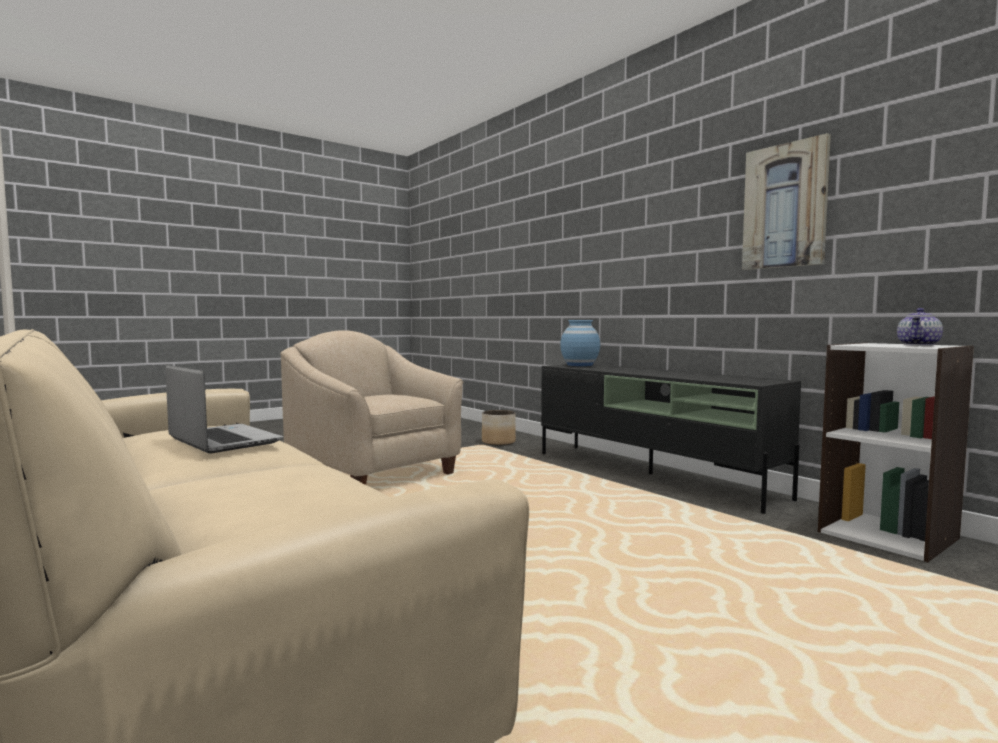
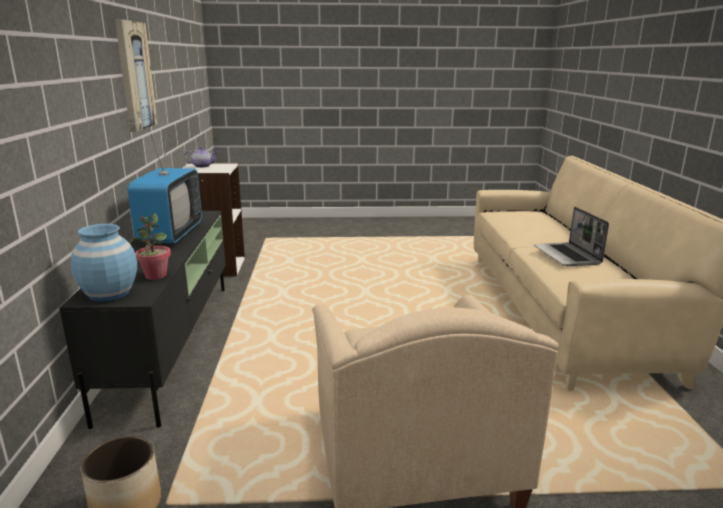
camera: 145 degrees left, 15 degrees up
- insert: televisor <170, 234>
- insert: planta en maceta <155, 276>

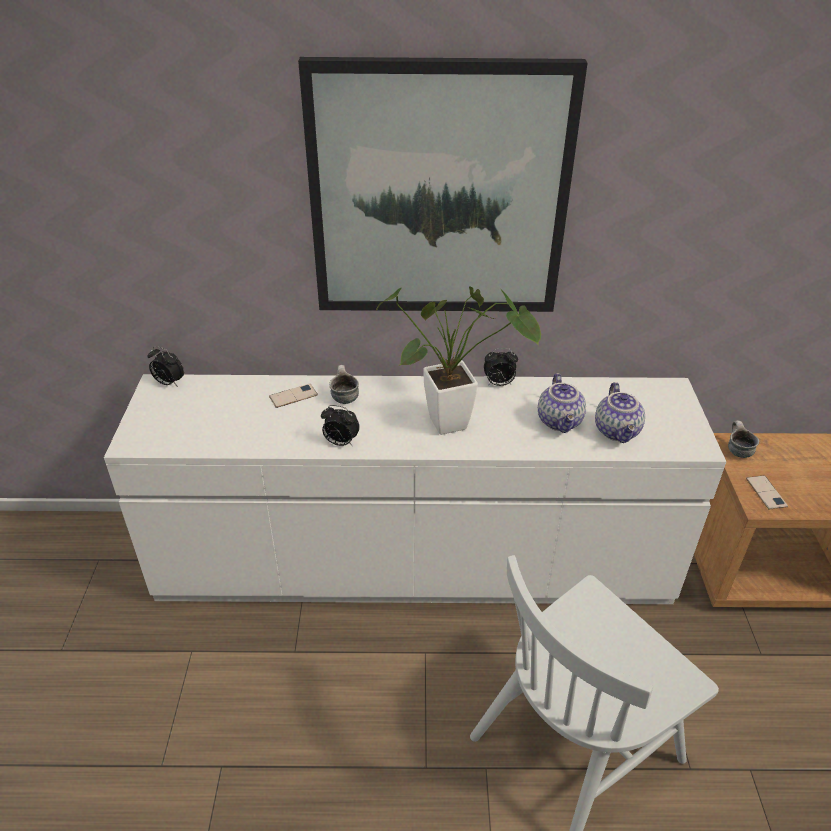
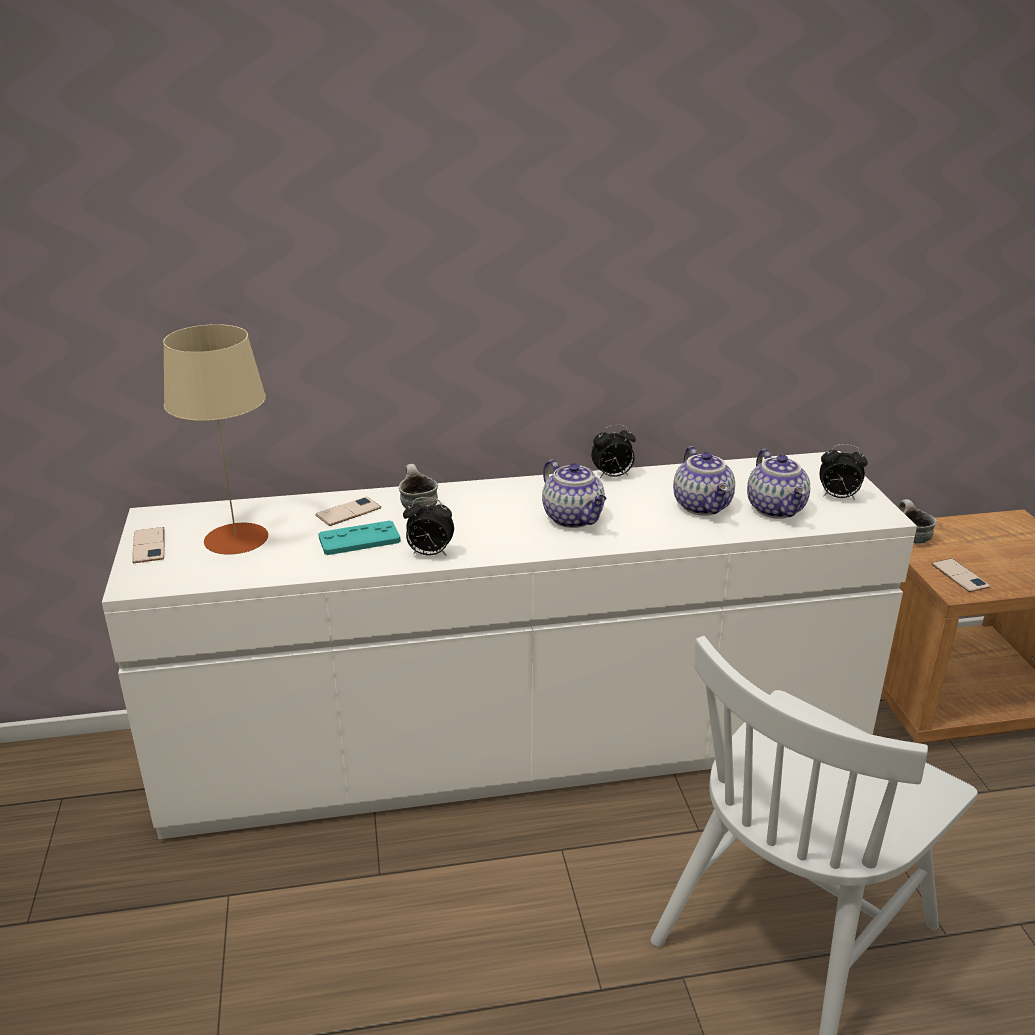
camera: 10 degrees left, 10 degrees down
- delete: cuadro <439, 194>
- insert: móvil <149, 546>
- insert: lámpara de mesa [beis] <236, 538>
- insert: mando de consola [turquesa] <359, 539>
- move: despertador <169, 383> to <838, 497>
- replace: planta en maceta <457, 422> to tetera <574, 519>

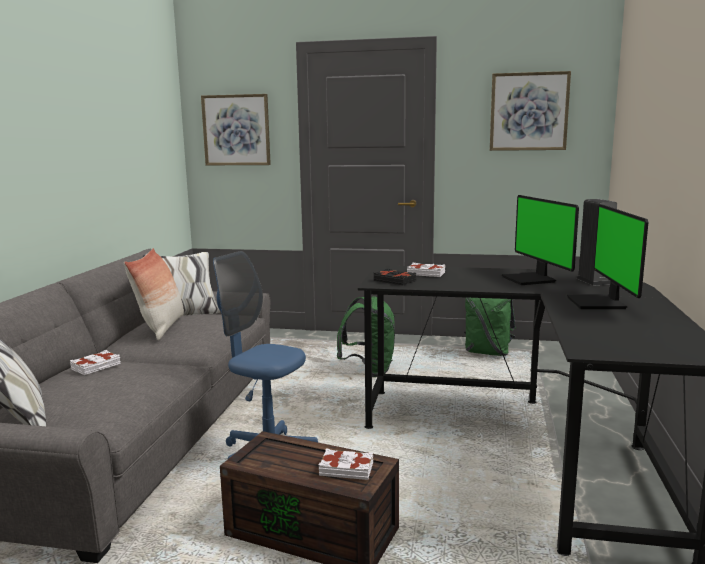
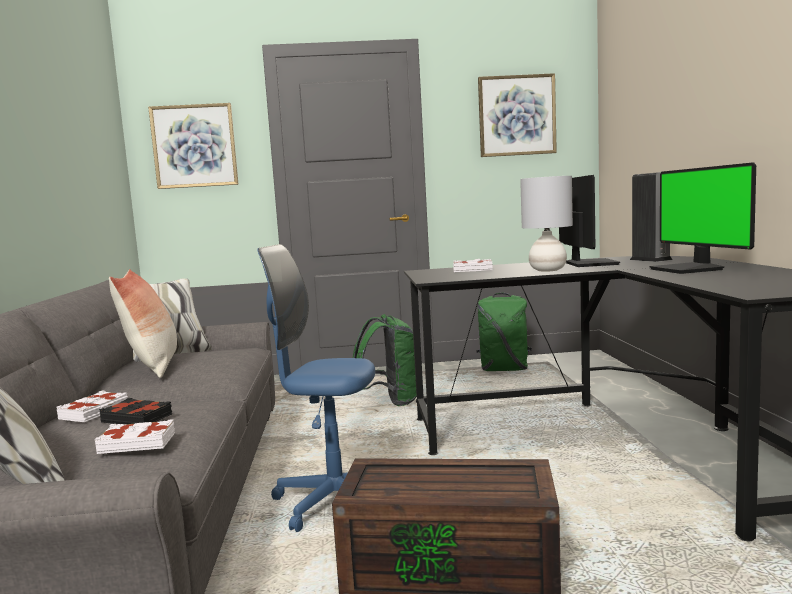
camera: 15 degrees left, 5 degrees down
- insert: lámpara de mesa [gris] <548, 270>
- move: libro [blanco] <346, 469> to <137, 443>
- move: libro [negro] <395, 281> to <137, 418>
- rotate: monitor <531, 279> = <588, 264> 150 degrees counterclockwise

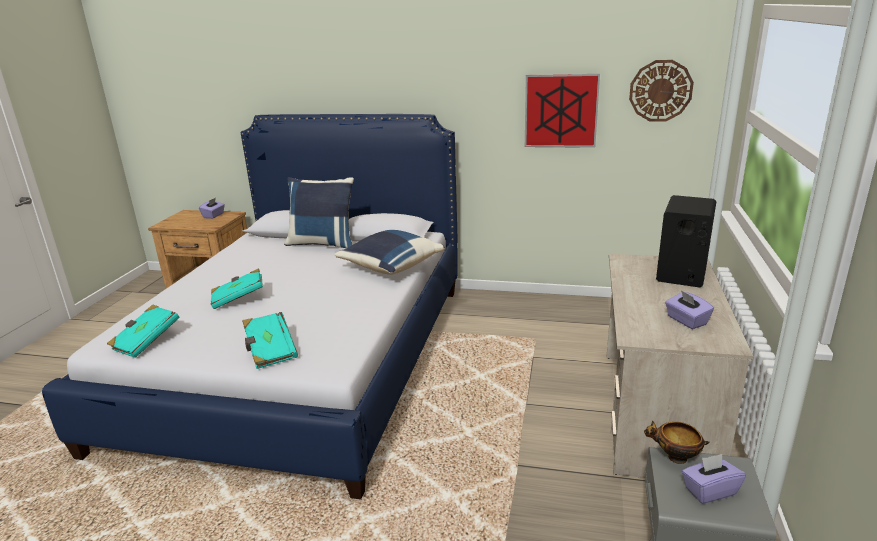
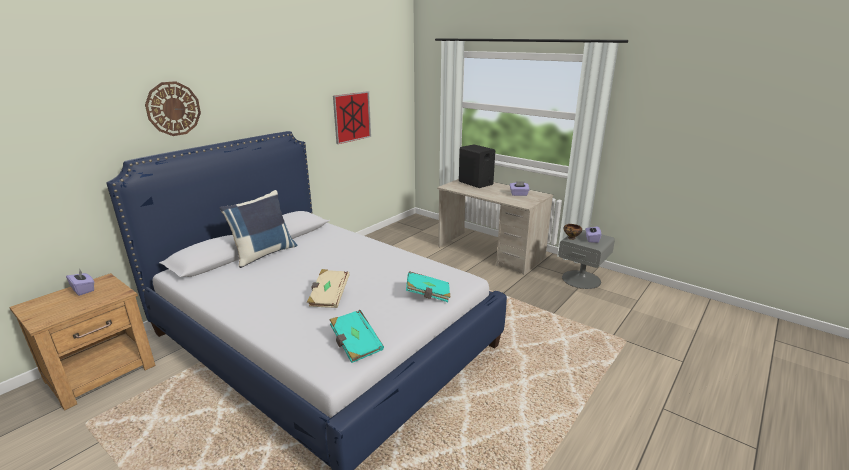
camera: 65 degrees left, 0 degrees up
- delete: cojín [azul] <390, 267>
- move: reloj de pared <660, 91> to <173, 108>
- recolor: libro [turquesa] <238, 298> to libro [beis] <328, 297>

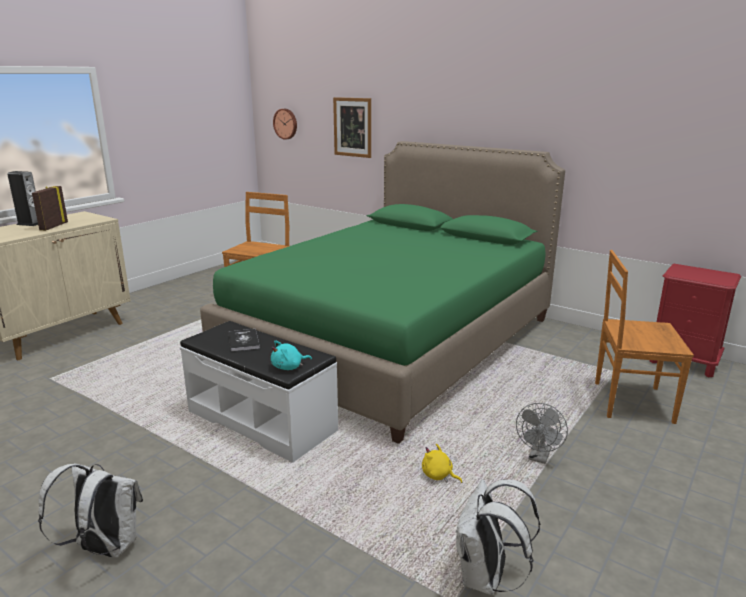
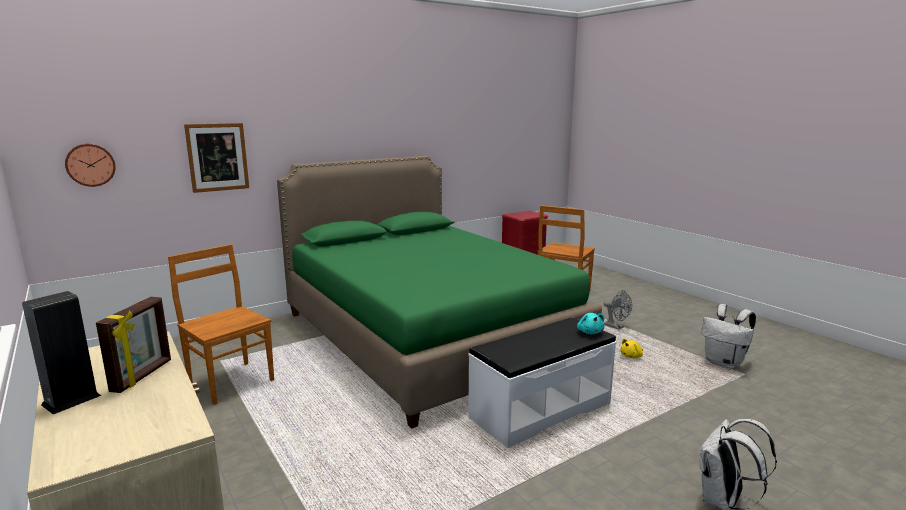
camera: 70 degrees left, 5 degrees down
- delete: libro <243, 341>
- rotate: portarretratos <53, 226> = <143, 376> 105 degrees counterclockwise

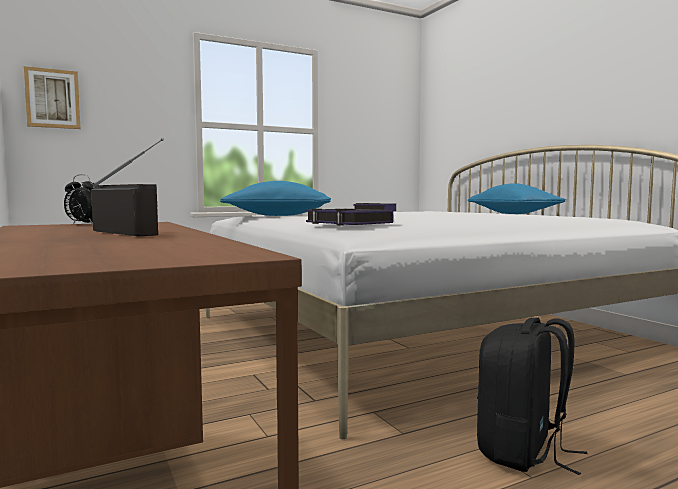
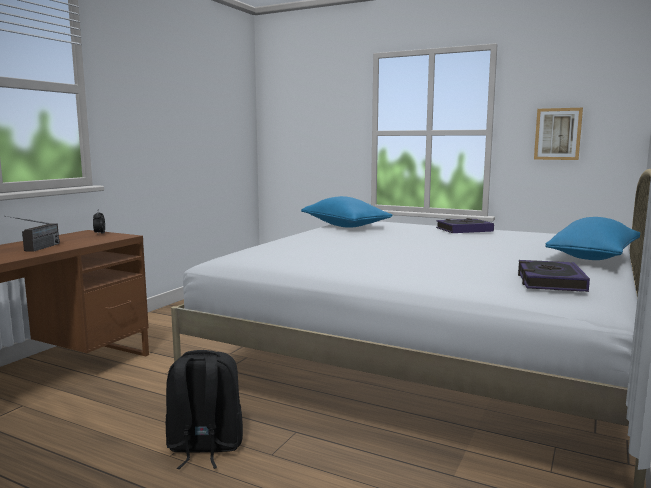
camera: 55 degrees right, 5 degrees up
- move: cuadro <53, 99> to <558, 134>
- move: libro <348, 223> to <550, 281>

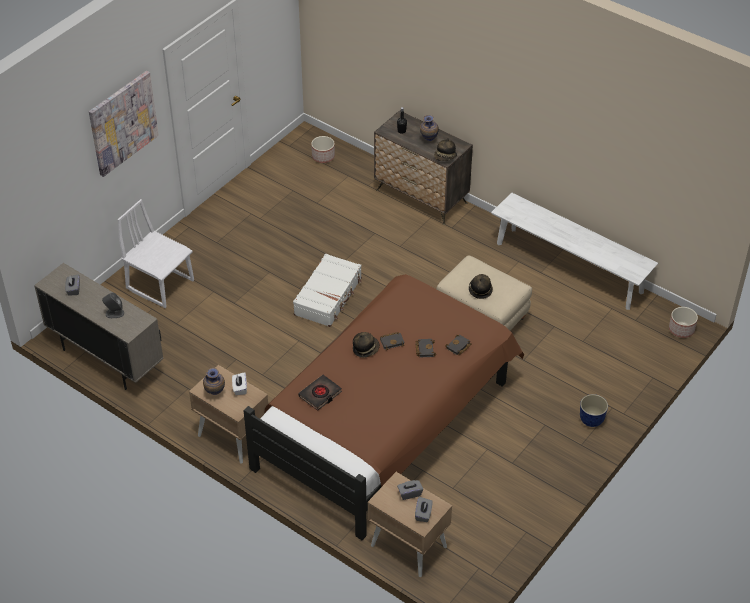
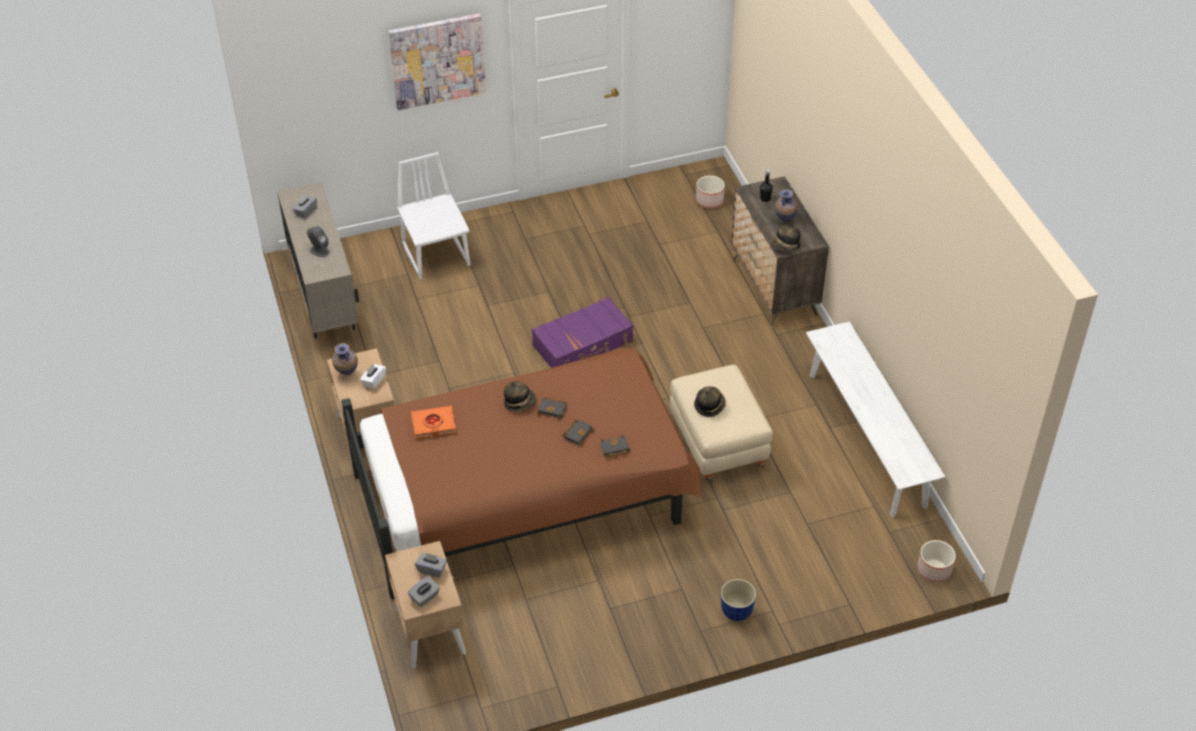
camera: 35 degrees right, 0 degrees up
- recolor: maleta [blanco] <328, 296> to maleta [morado] <583, 344>
- recolor: libro [negro] <320, 394> to libro [naranja] <433, 424>

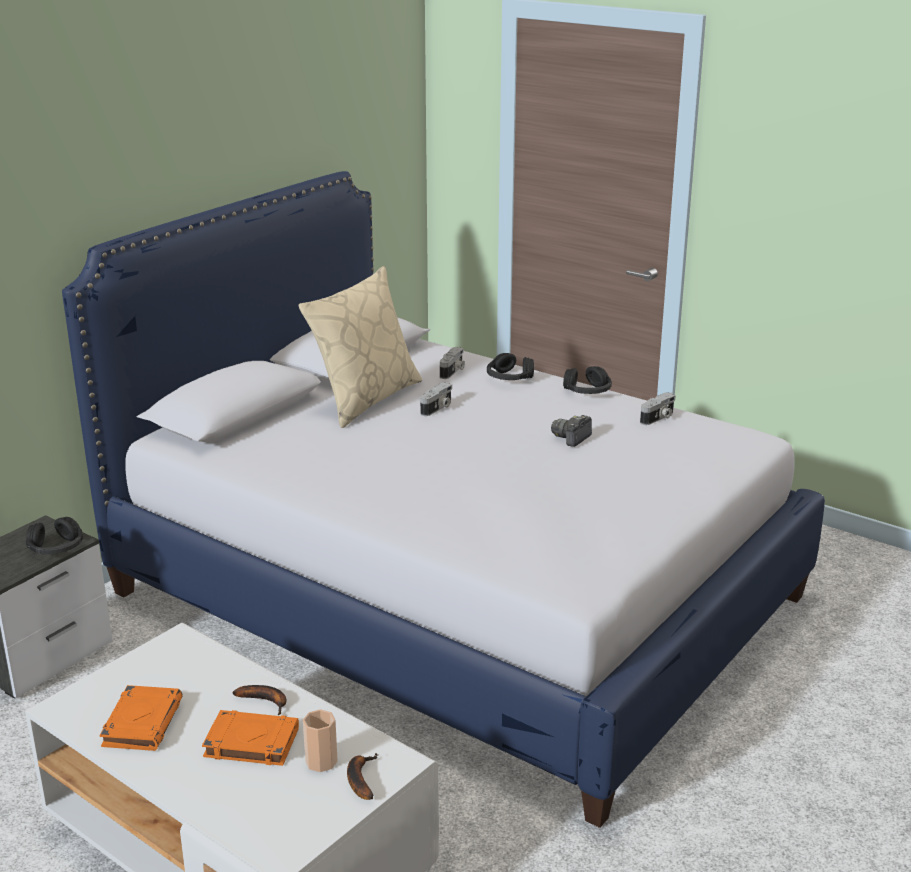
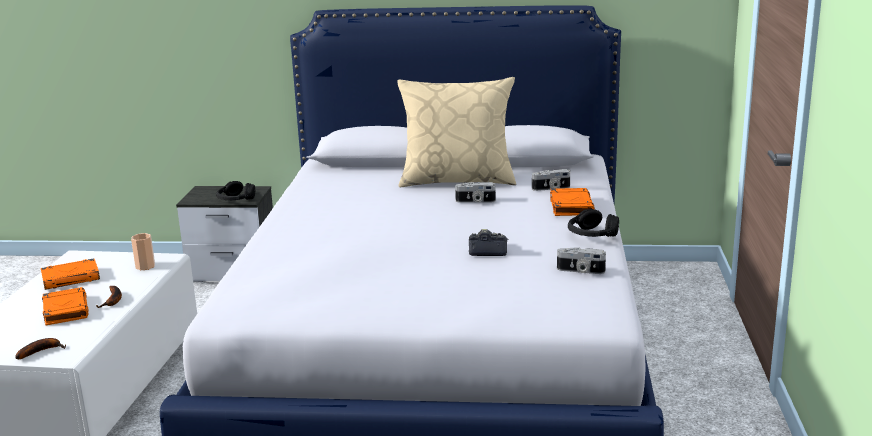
camera: 60 degrees right, 5 degrees down
- move: taza <321, 761> to <145, 266>
- replace: auriculares [negro] <509, 378> to libro [naranja] <571, 206>

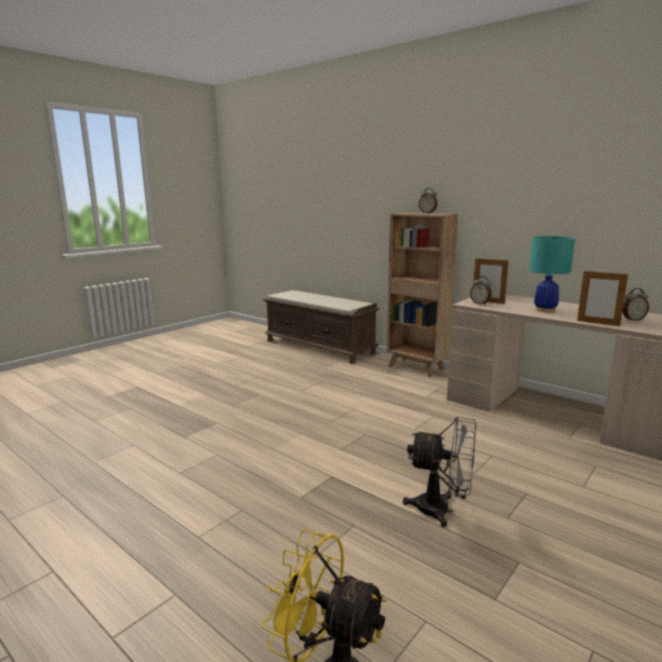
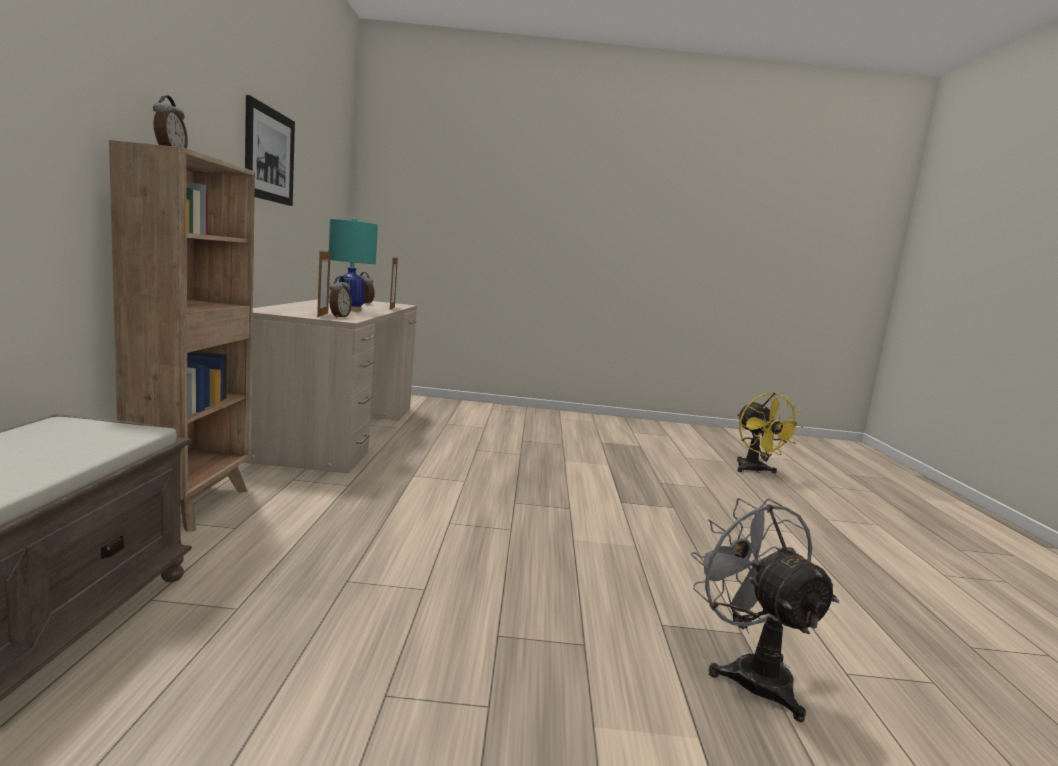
camera: 130 degrees left, 5 degrees down
- insert: cuadro <269, 155>
- move: ventilador [gris] <442, 510> to <750, 672>

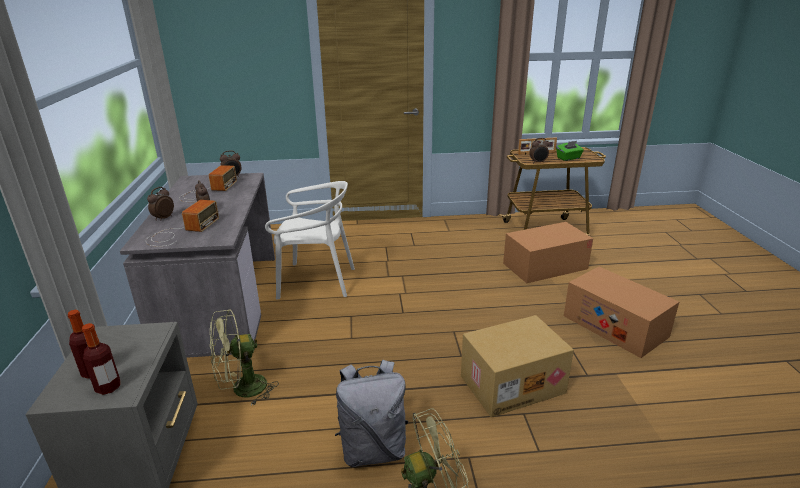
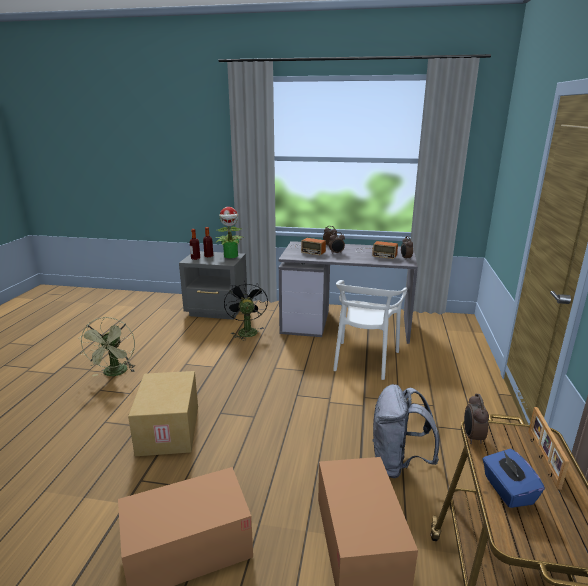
camera: 105 degrees right, 5 degrees down
- insert: planta en maceta <231, 256>
- move: mochila [gris] <373, 449> to <398, 463>
- recolor: ventilador [verde] <242, 390> to ventilador [negro] <246, 331>
- recolor: caja de pañuelos [verde] <568, 158> to caja de pañuelos [azul] <507, 490>

